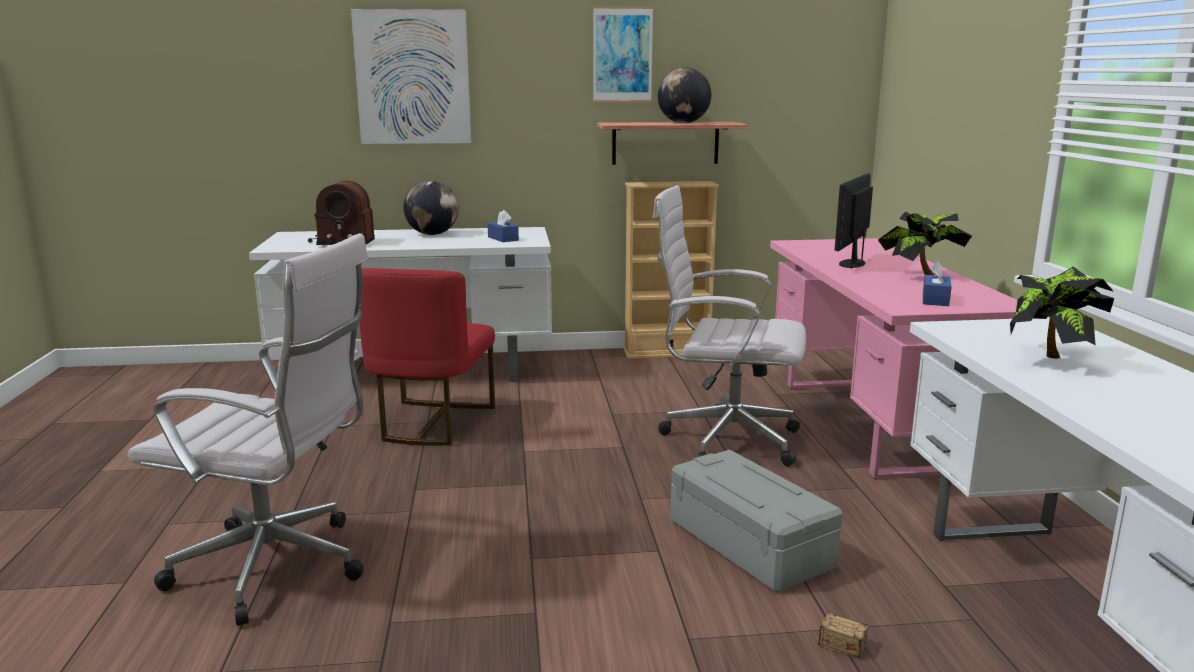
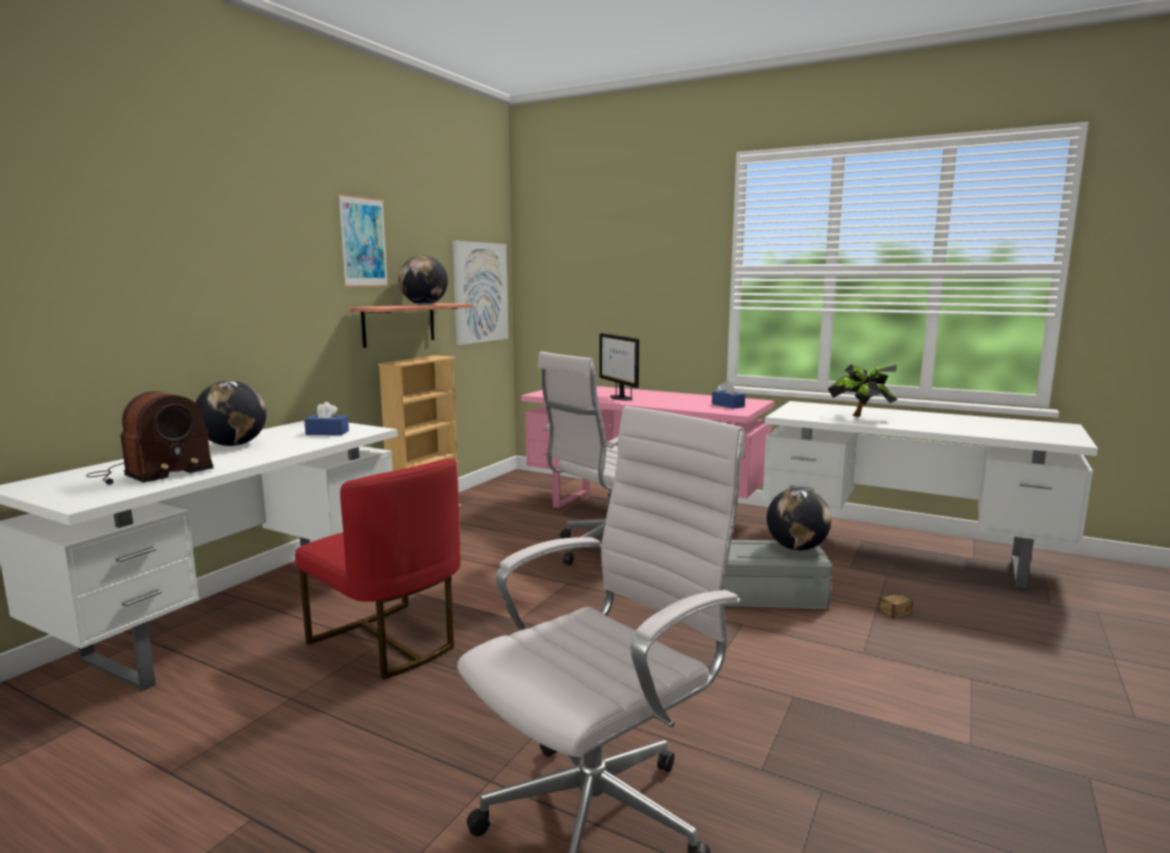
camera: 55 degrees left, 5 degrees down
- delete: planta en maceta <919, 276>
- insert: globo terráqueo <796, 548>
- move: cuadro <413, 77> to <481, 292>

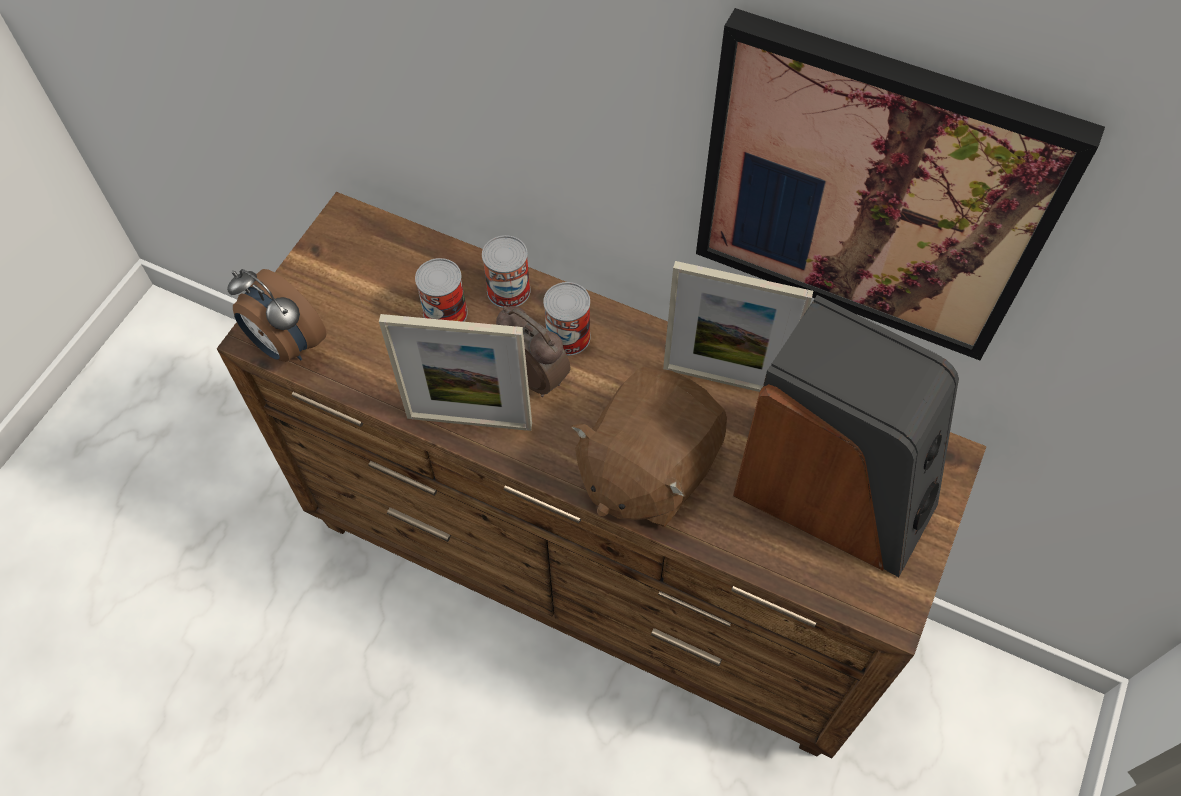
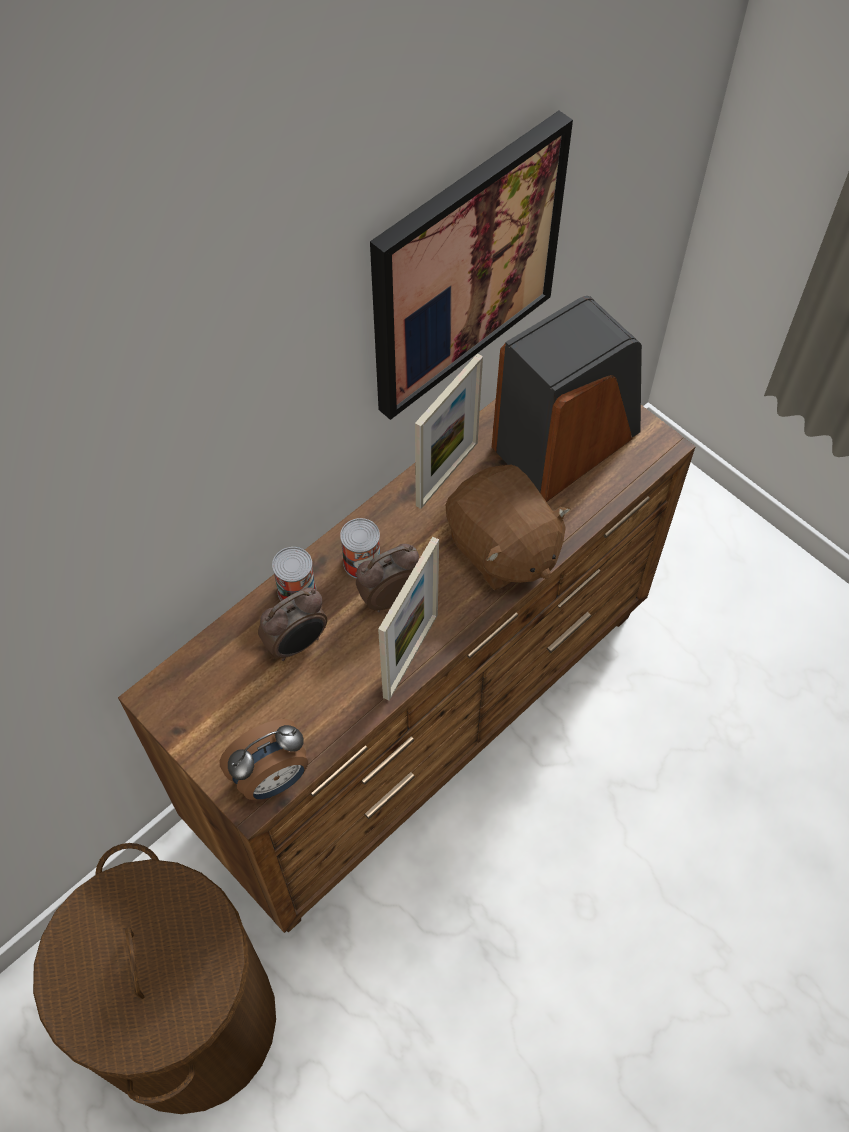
camera: 70 degrees left, 0 degrees up
- insert: cesto de la ropa [marrón] <189, 1020>
- replace: lata <445, 313> to despertador <297, 644>

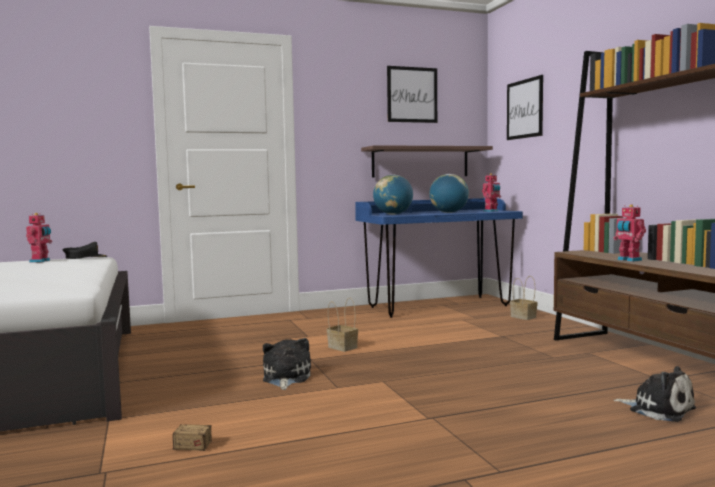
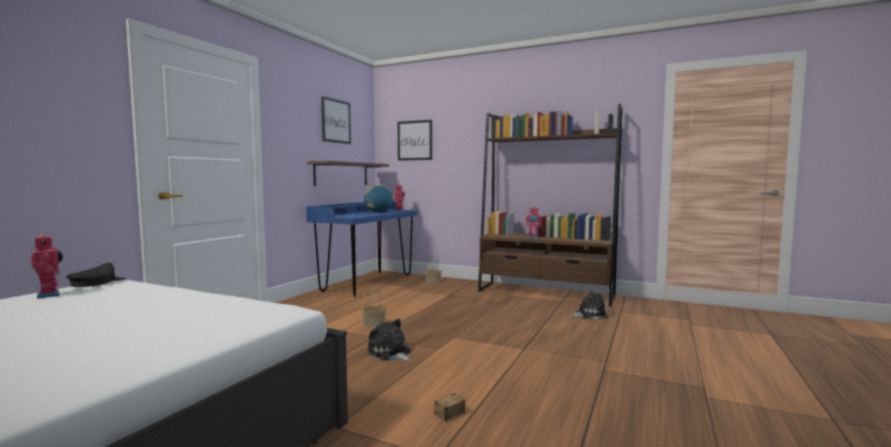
camera: 45 degrees left, 0 degrees up
- delete: globo terráqueo <393, 214>

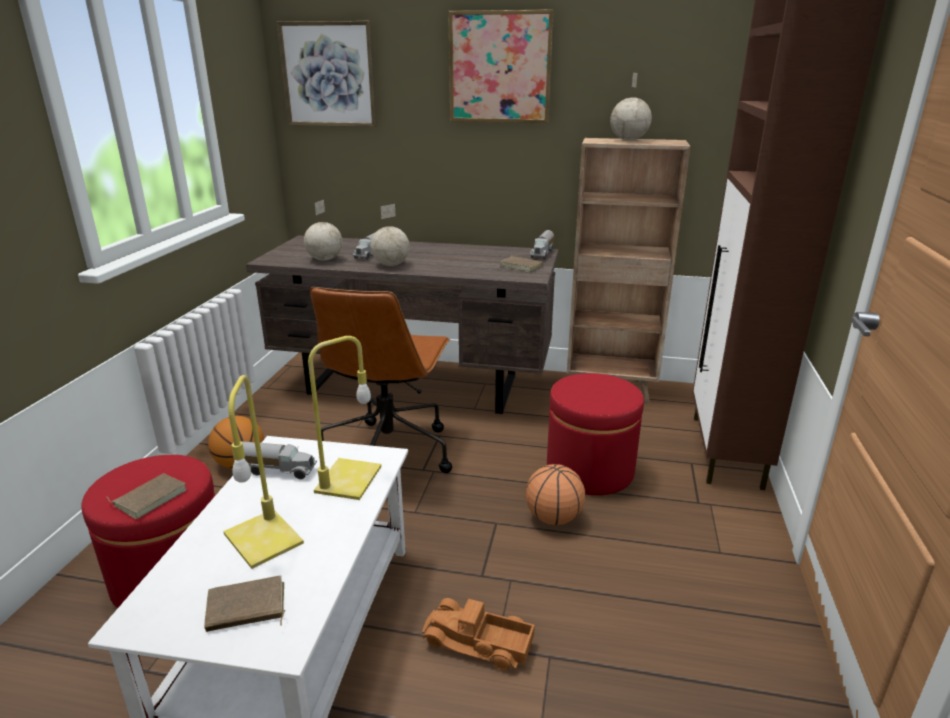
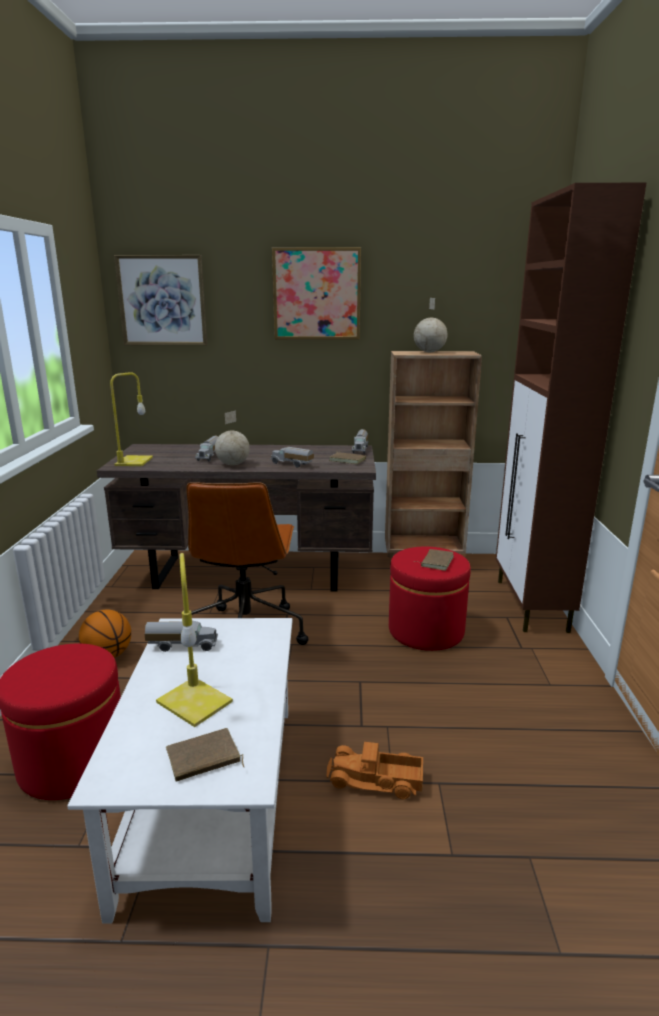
camera: 10 degrees left, 5 degrees down
- delete: globo terráqueo <324, 259>
- delete: balón de baloncesto <553, 518>
- insert: camión de juguete <291, 464>
- move: libro [marrón] <150, 497> to <436, 561>
- move: lámpara de mesa [amarillo] <348, 480> to <134, 461>

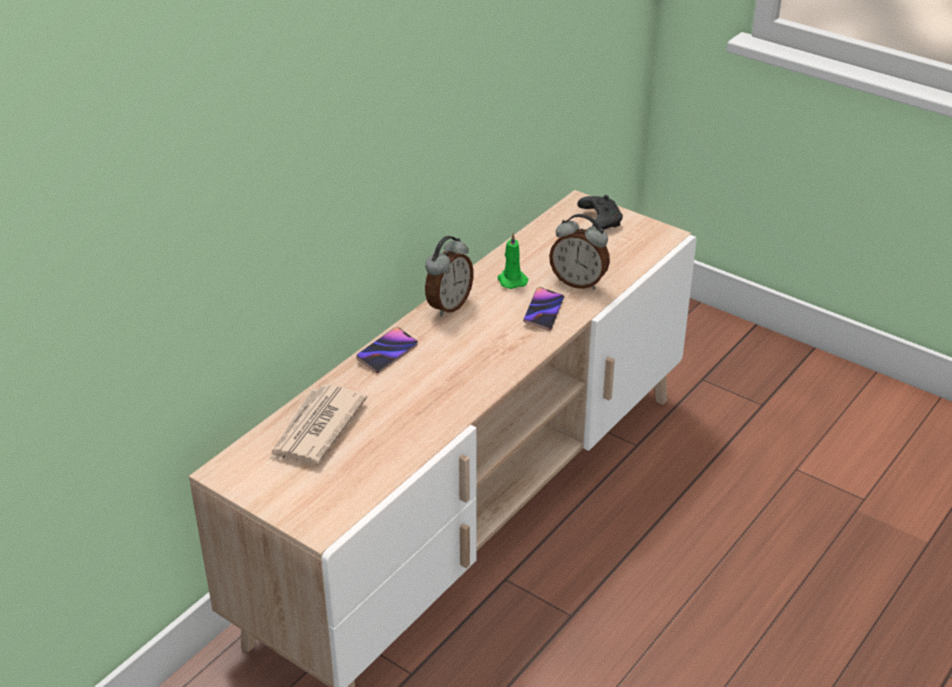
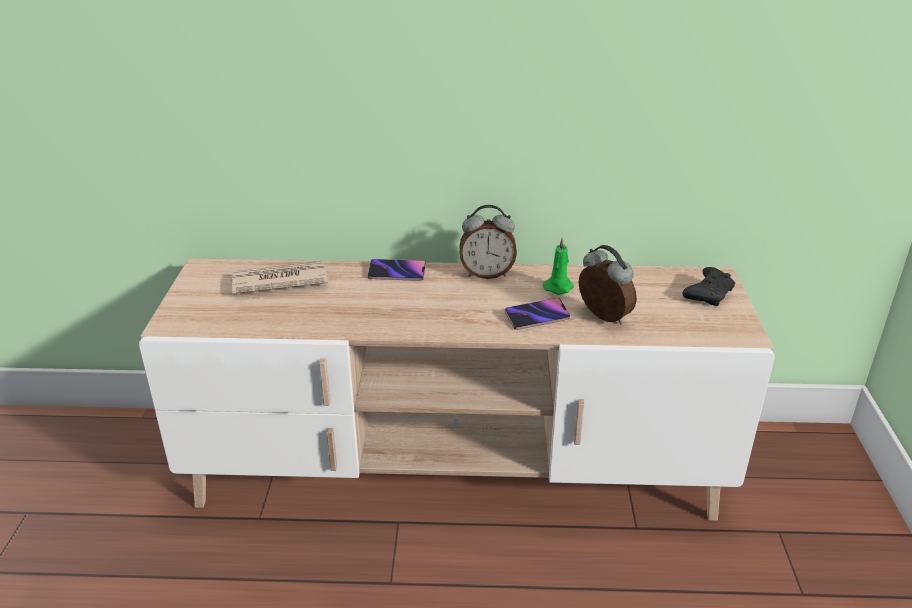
camera: 55 degrees right, 5 degrees down
- rotate: despertador <578, 282> = <602, 318> 150 degrees clockwise

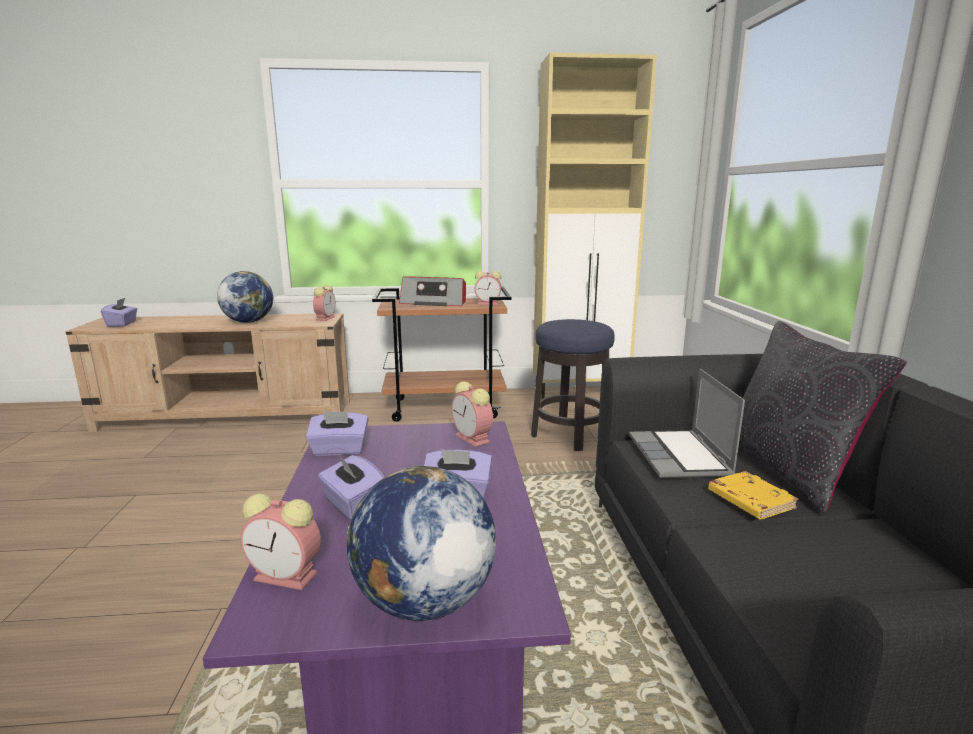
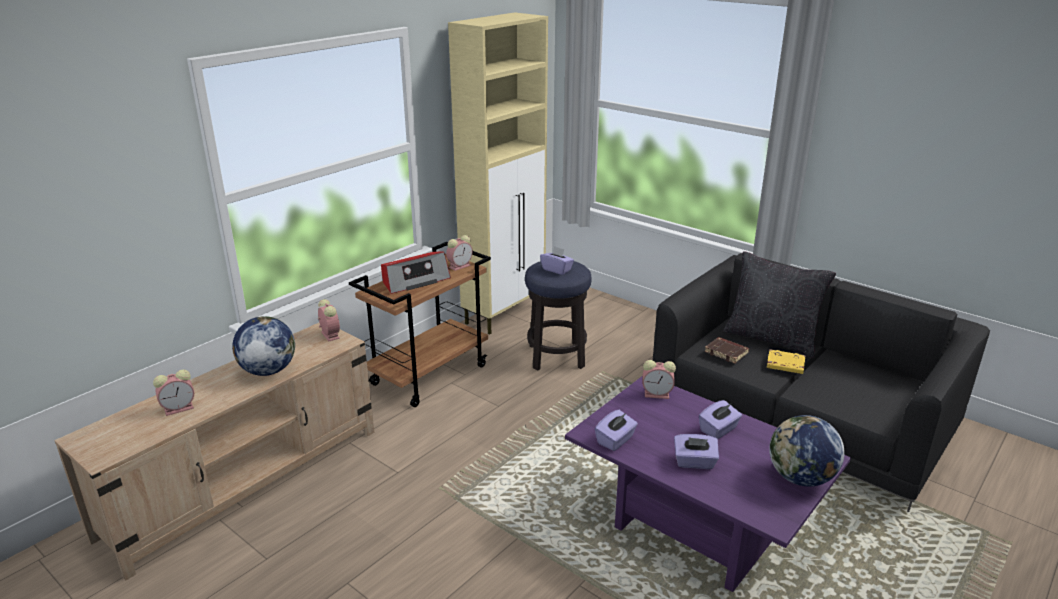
camera: 45 degrees left, 10 degrees up
- move: caja de pañuelos [morado] <122, 324> to <557, 270>
- move: despertador <288, 576> to <180, 408>
- replace: portátil <680, 457> to libro [marrón] <727, 353>

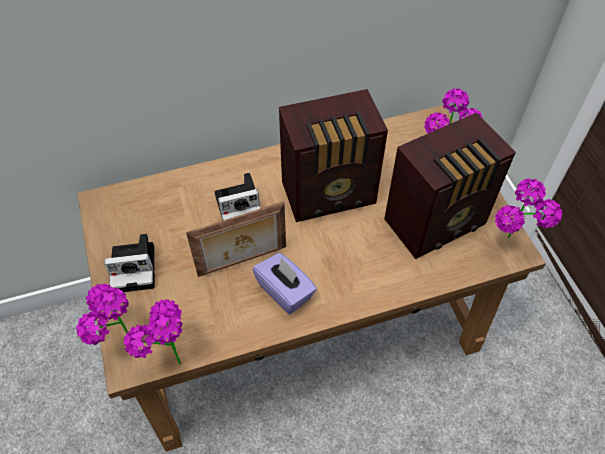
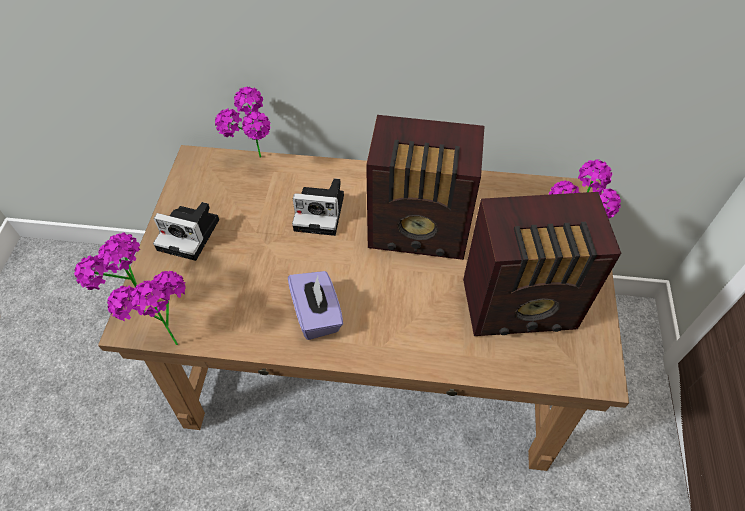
camera: 25 degrees right, 0 degrees up
- delete: portarretratos <243, 262>
- move: planta en maceta <511, 246> to <256, 164>

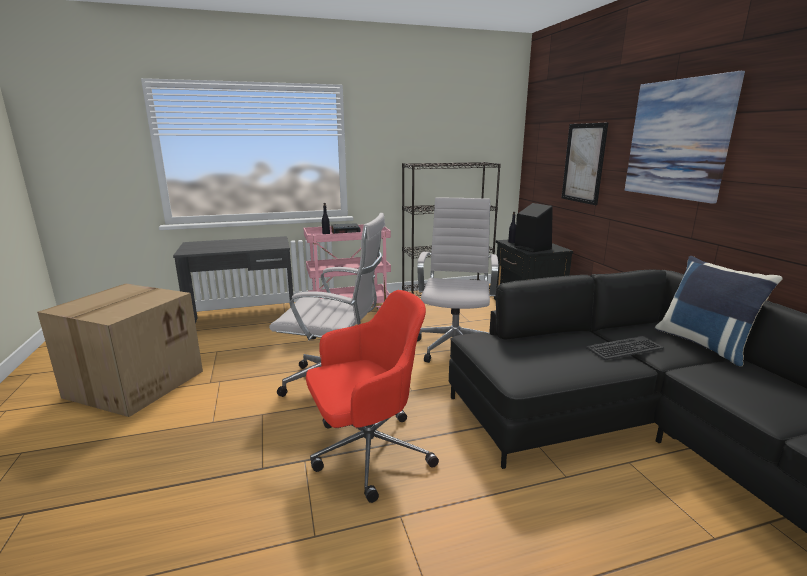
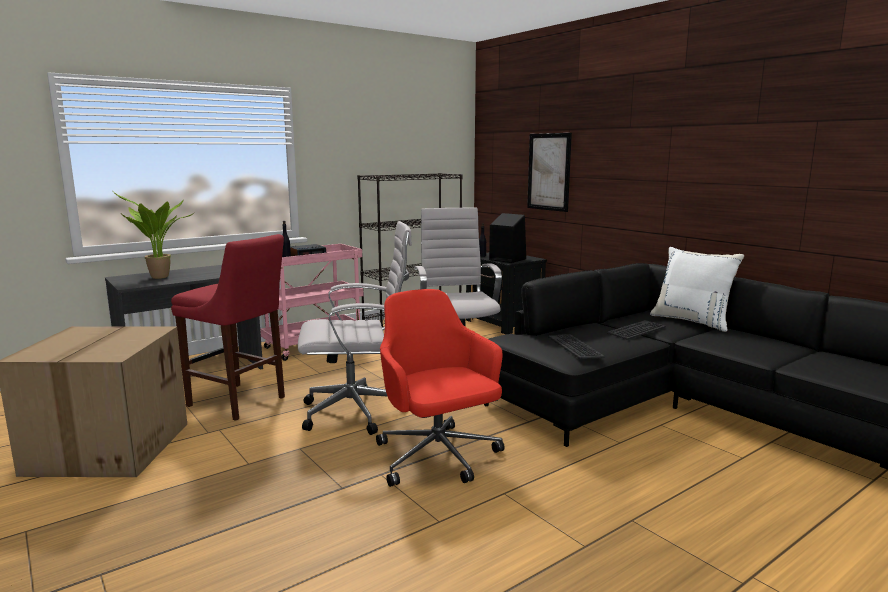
camera: 20 degrees left, 5 degrees down
- delete: cuadro <677, 139>
- insert: planta en maceta <159, 278>
- insert: taburete [rojo] <239, 402>
- insert: teclado <575, 347>
- recolor: cojín [azul] <704, 344> to cojín [blanco] <692, 321>
- rotate: silla de oficina [rojo] <367, 452> = <438, 458> 75 degrees counterclockwise

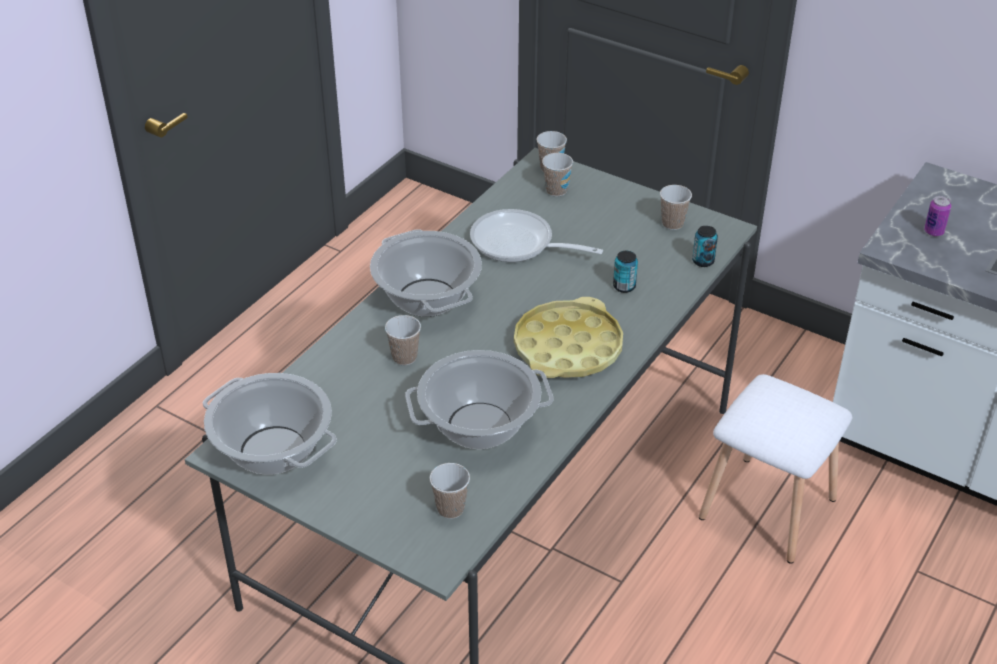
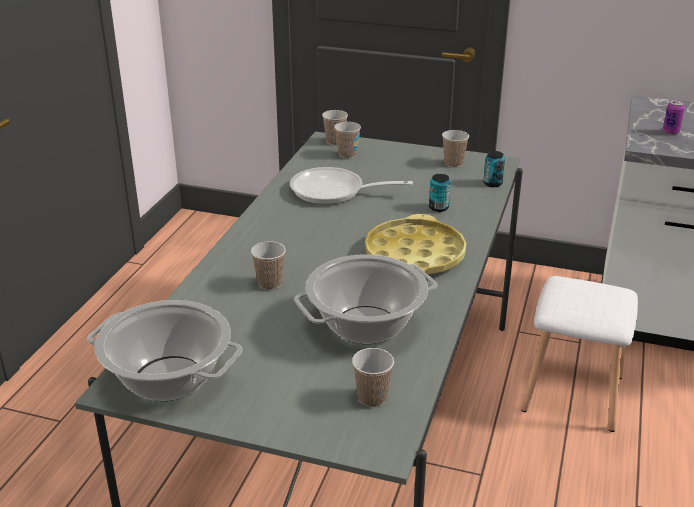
camera: 15 degrees left, 10 degrees down
- delete: olla <426, 298>

